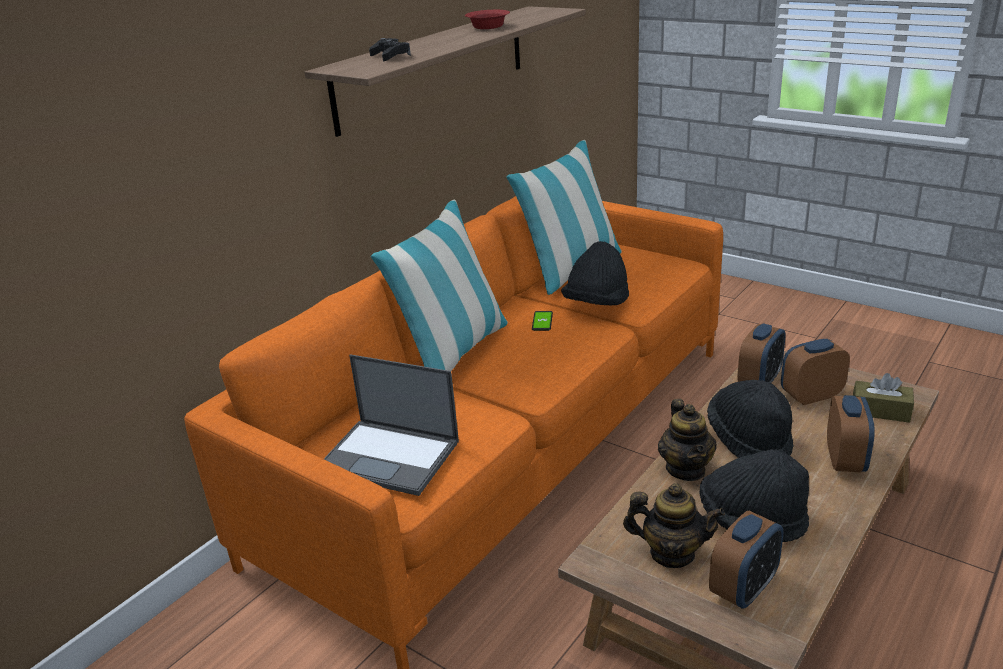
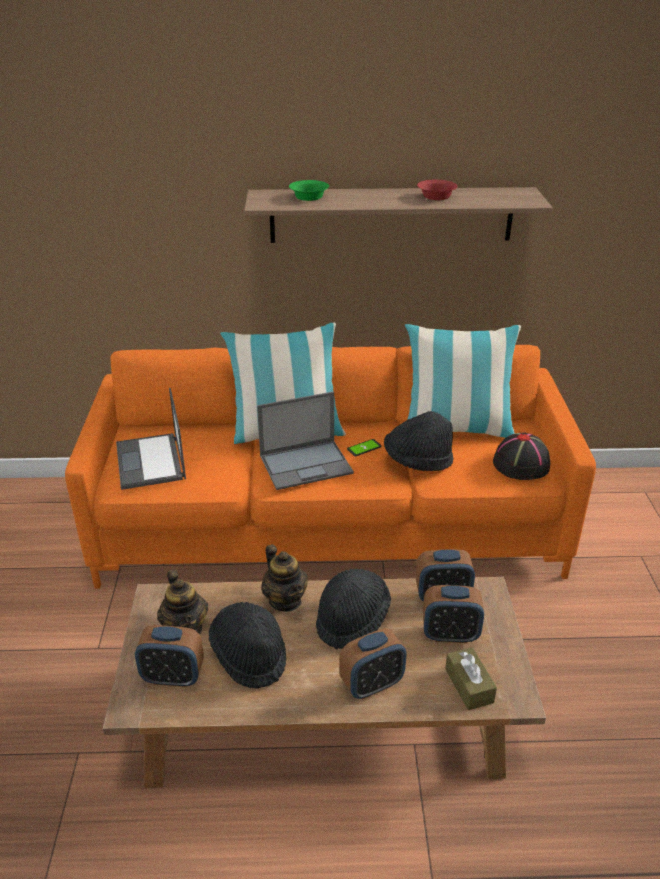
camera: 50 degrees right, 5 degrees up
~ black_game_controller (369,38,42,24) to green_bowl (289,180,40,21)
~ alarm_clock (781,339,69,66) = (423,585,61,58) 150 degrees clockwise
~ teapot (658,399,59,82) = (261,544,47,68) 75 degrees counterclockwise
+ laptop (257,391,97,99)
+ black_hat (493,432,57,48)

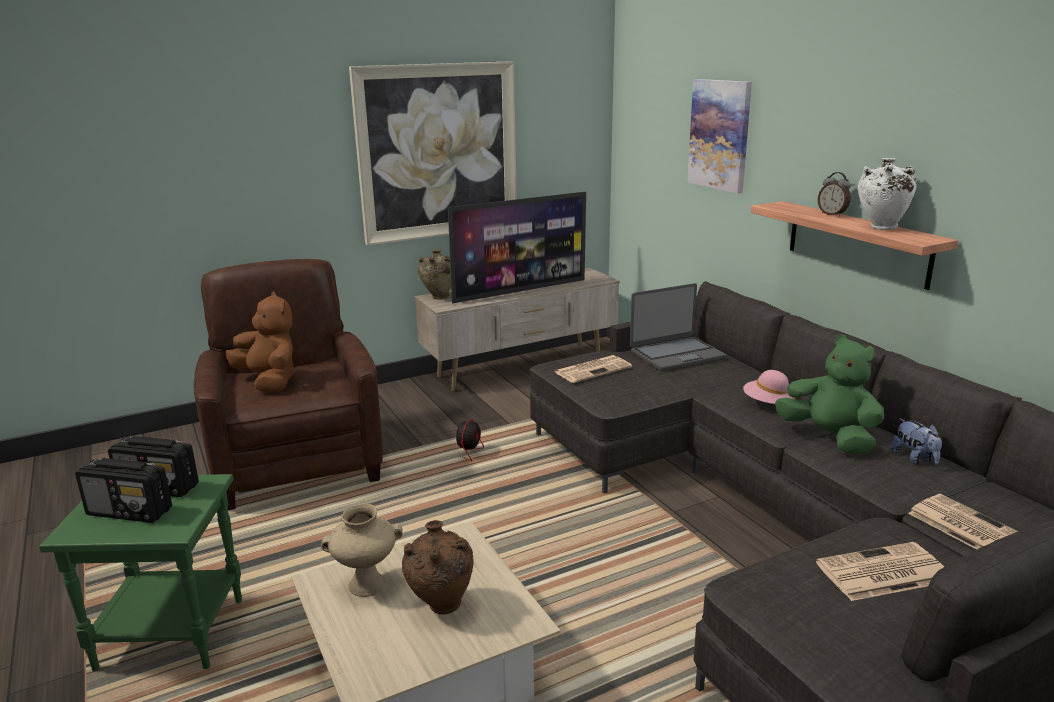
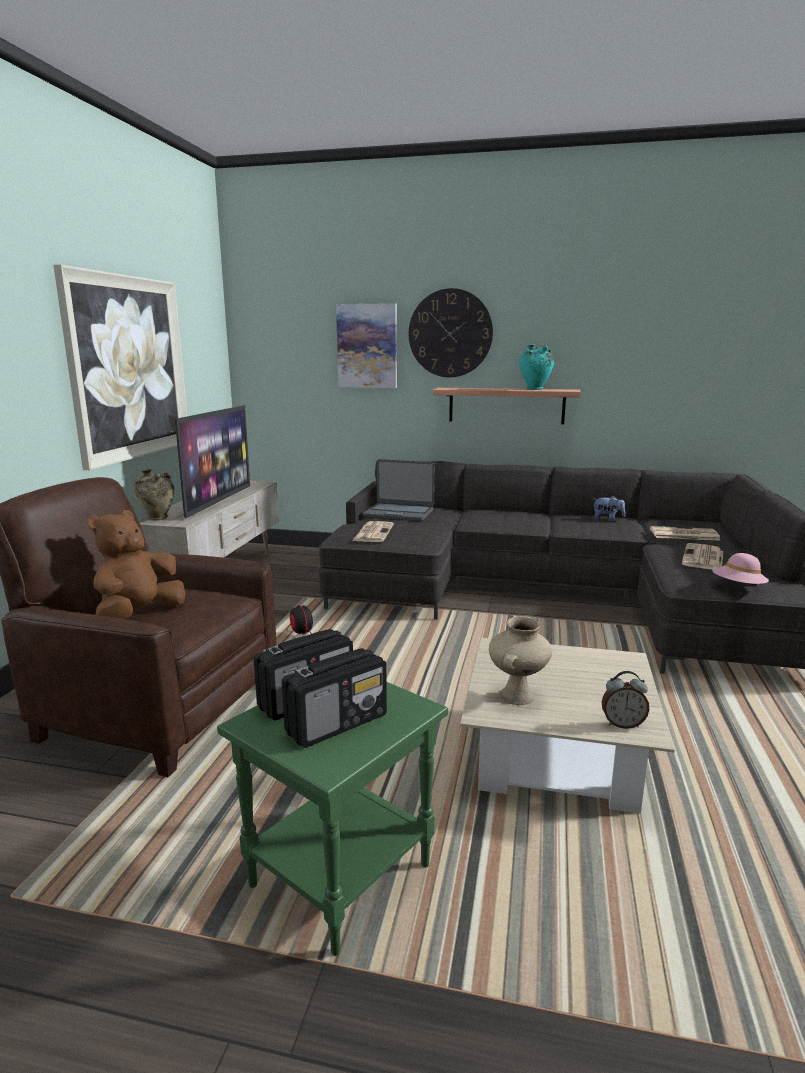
camera: 50 degrees left, 5 degrees down
~ white_vase (858,158,59,72) to turquoise_vase (519,344,35,46)
~ alarm_clock (818,172,33,45) to (602,671,47,58)
~ laptop (630,283,96,88) = (363,459,72,62) 90 degrees clockwise
~ brown_plush_toy (226,292,68,100) = (88,510,98,110) 60 degrees counterclockwise
- green_plush_toy (775,335,109,119)
~ pink_hat (743,370,52,34) to (712,553,57,32)
- brown_vase (402,520,71,94)
+ wall_clock (409,288,84,89)

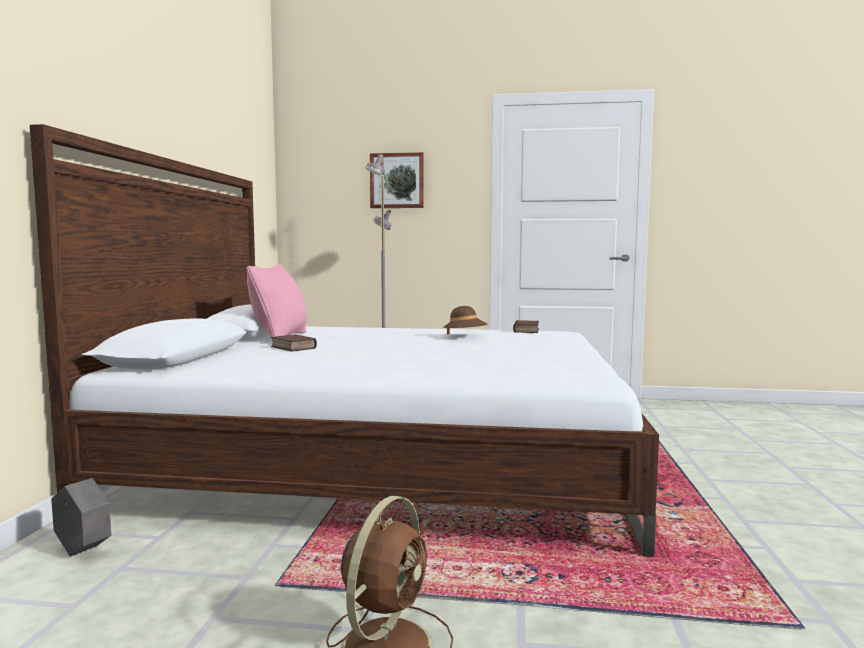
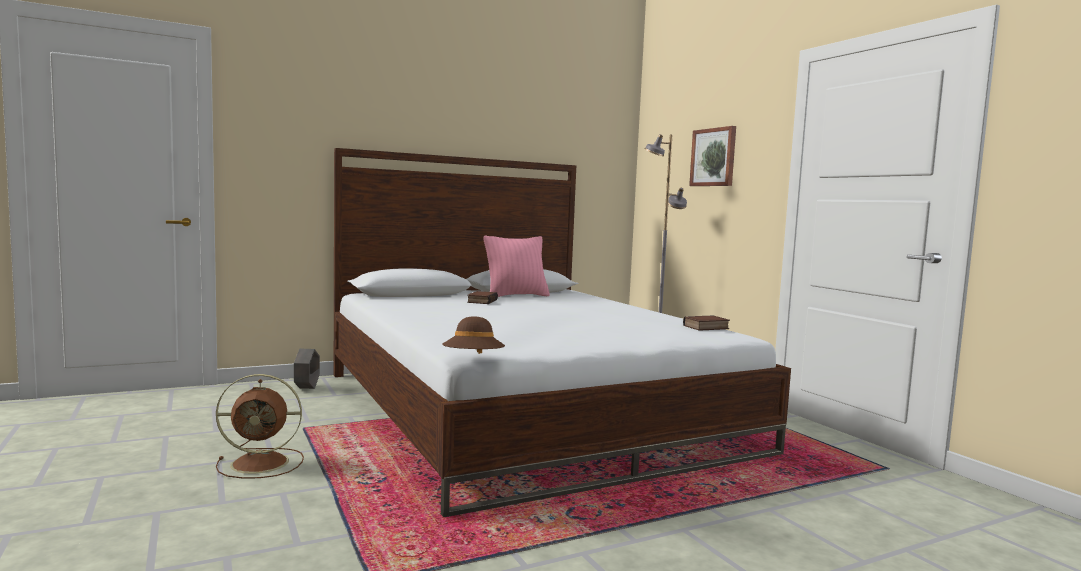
camera: 55 degrees right, 0 degrees up
~ brown_hat (444,306,43,29) to (442,316,63,38)

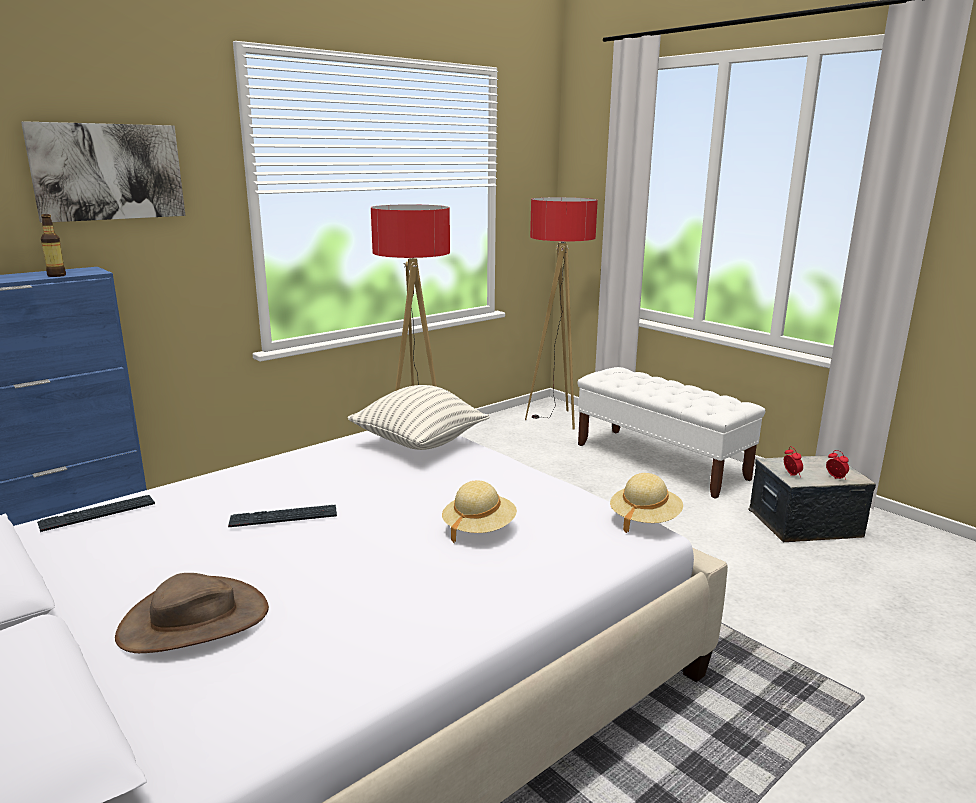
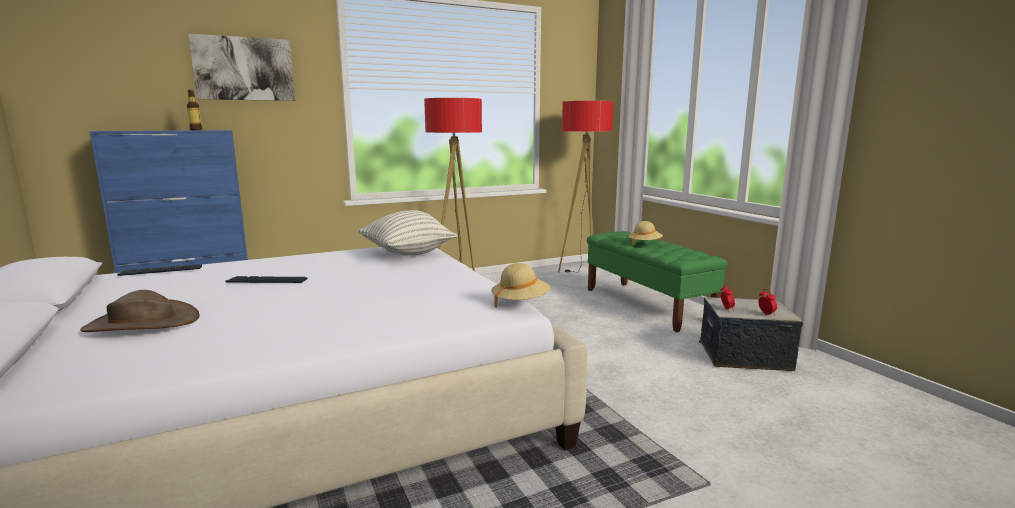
camera: 15 degrees right, 5 degrees down
~ white_bench (577,367,188,132) to green_bench (587,231,141,101)
~ beige_hat (442,480,75,63) to (628,221,35,25)

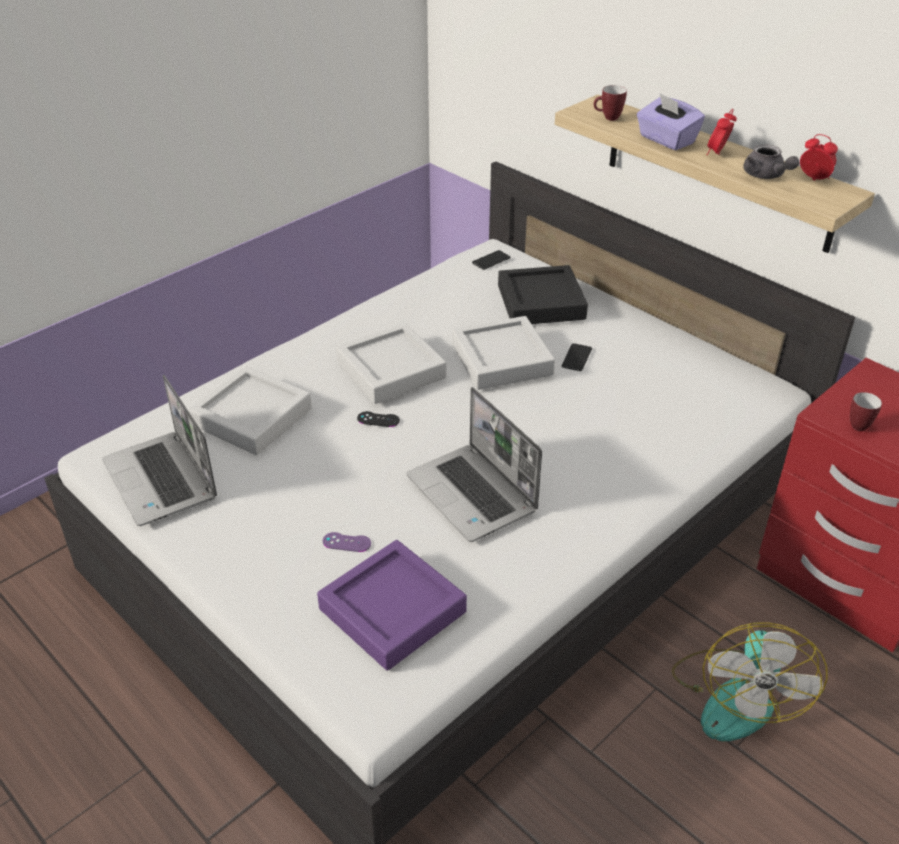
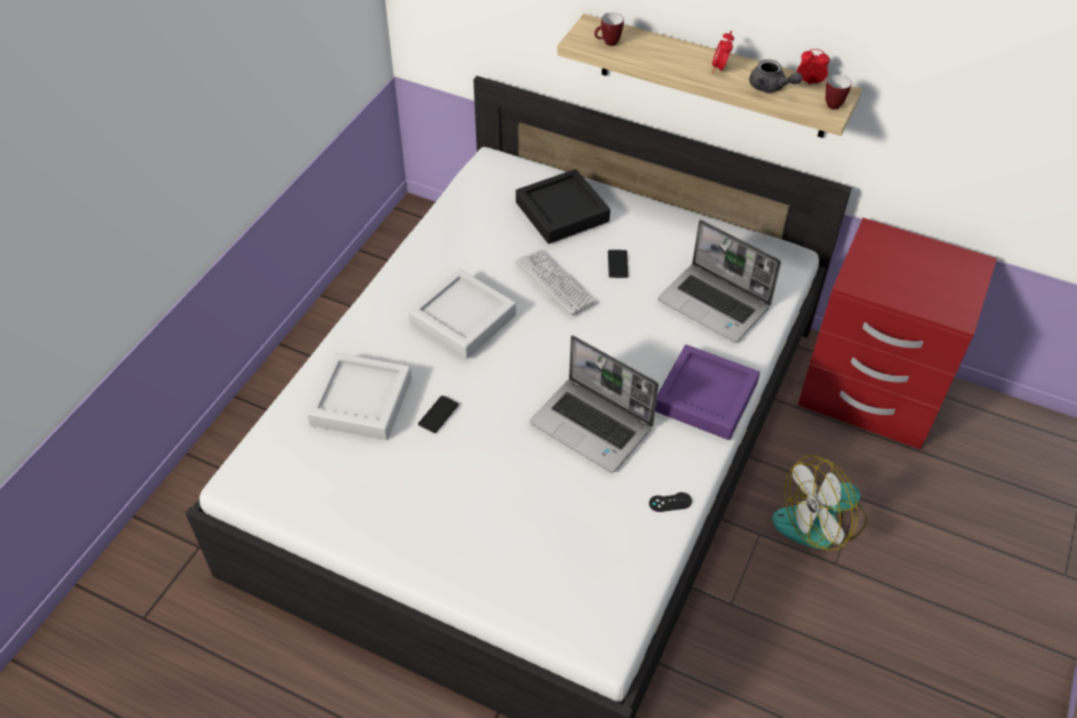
camera: 20 degrees left, 10 degrees up
- purple_tissue_box (637,93,68,57)
~ phone (472,250,39,20) to (418,396,41,37)
~ grey_tray (452,316,103,74) to keyboard (515,250,82,66)
~ laptop (102,374,115,152) to (658,220,123,123)
~ mug (850,392,32,39) to (825,75,27,35)
~ black_game_controller (357,411,43,16) to (649,492,43,20)
- purple_game_controller (323,532,48,20)
~ purple_tray (317,540,150,131) to (655,345,105,95)
~ fan (672,622,156,119) = (772,455,95,96) 75 degrees clockwise

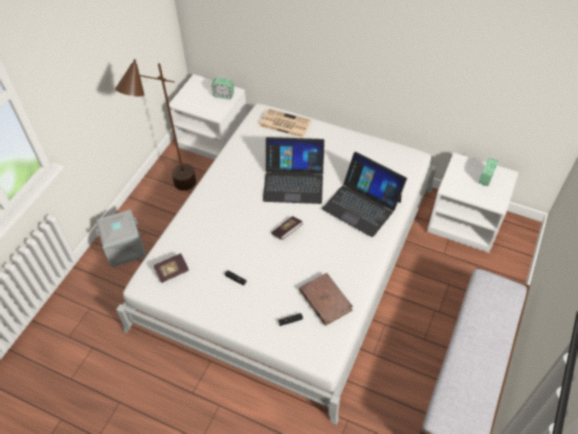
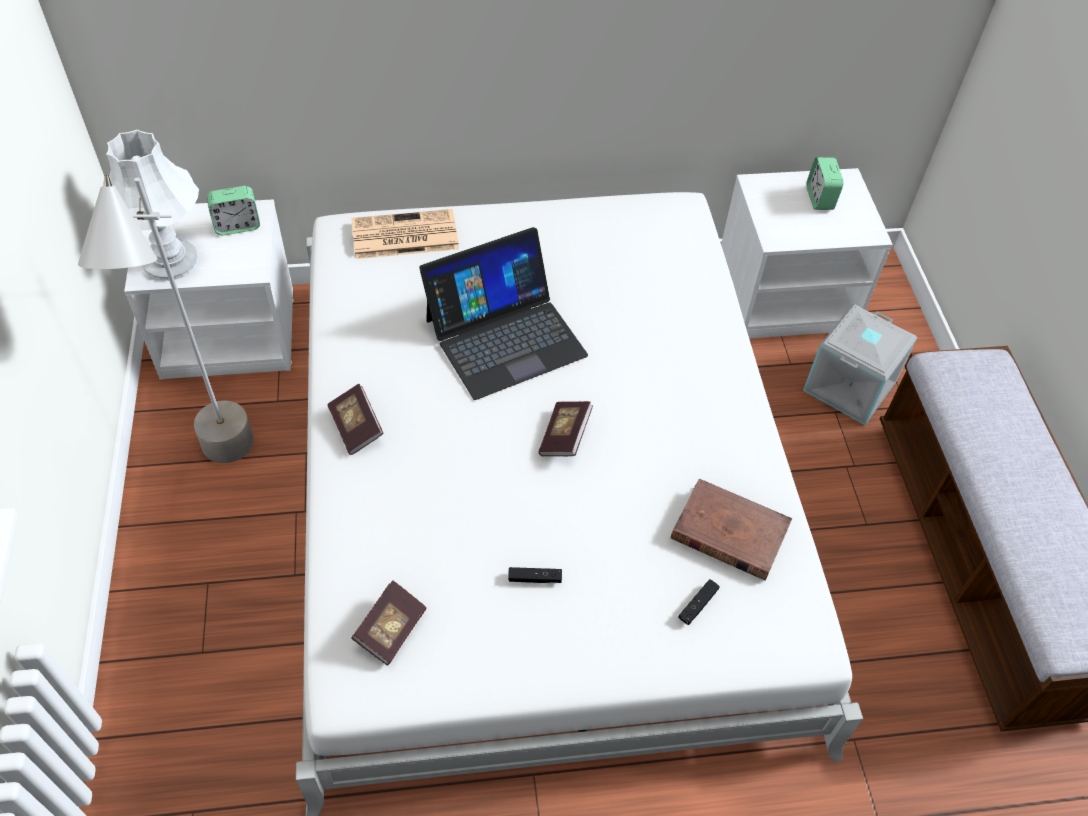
camera: 35 degrees left, 0 degrees up
~ brown_floor_lamp (115,59,81,132) to grey_floor_lamp (78,175,176,288)
- laptop (322,152,85,85)
~ grey_storage_box (95,209,51,58) to (803,304,114,121)
+ white_table_lamp (106,129,93,152)
+ book (328,384,56,71)

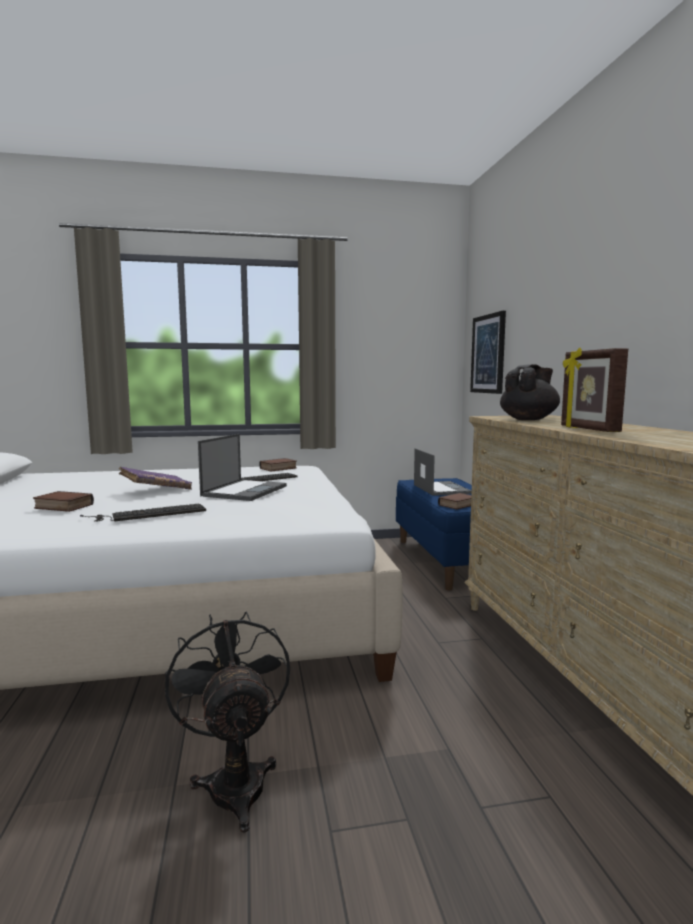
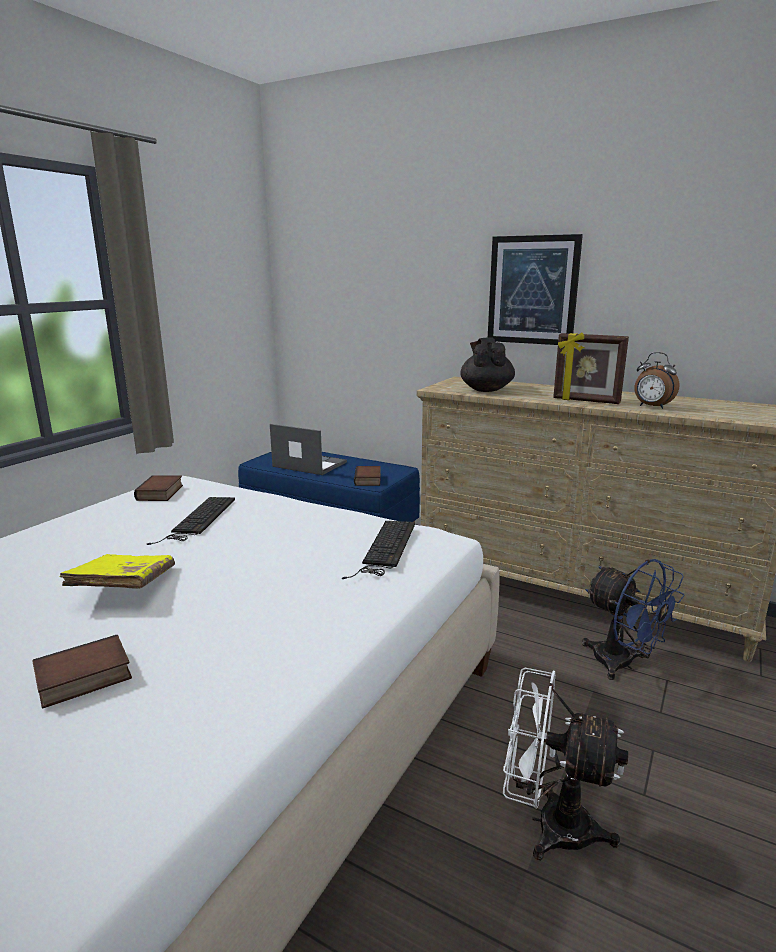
camera: 50 degrees left, 10 degrees up
~ picture (470,311,36,83) to (488,234,95,111)
- laptop (198,434,89,67)
~ purple_book (119,467,73,23) to yellow_book (60,554,115,35)
~ keyboard (80,504,126,17) to (342,521,73,58)
~ black_fan (165,611,125,222) to white_fan (503,668,125,192)
+ alarm_clock (634,352,45,57)
+ blue_fan (582,559,103,121)

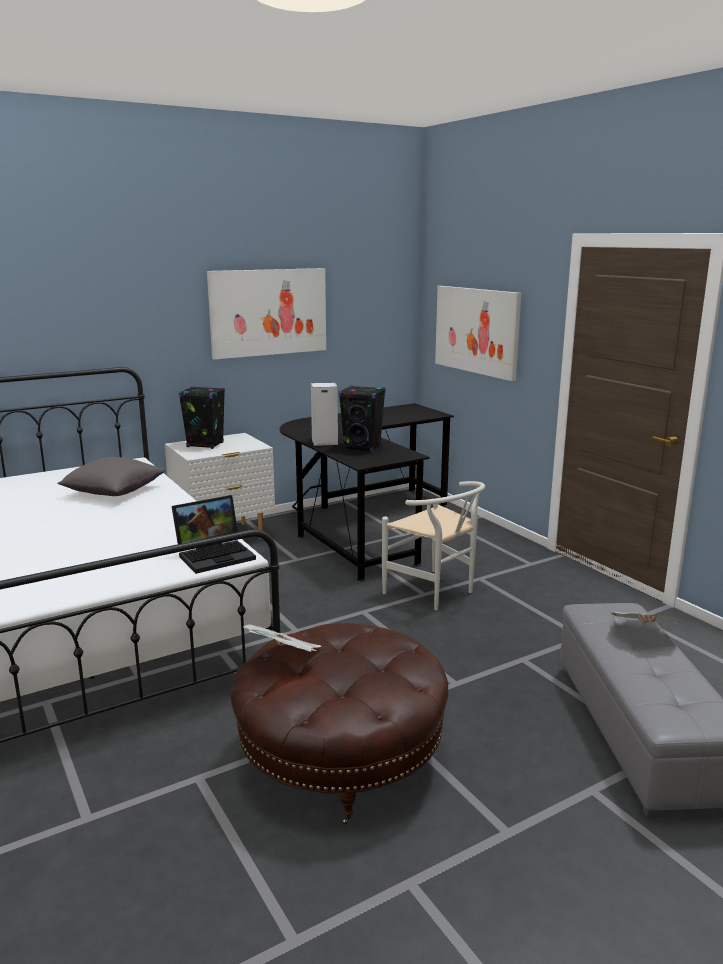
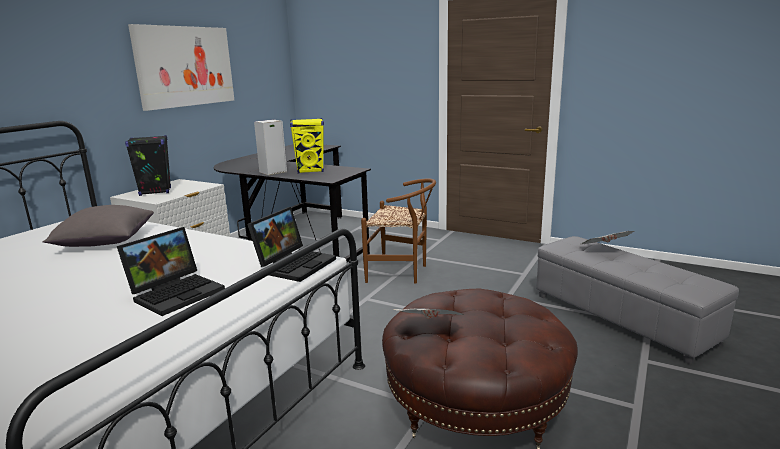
camera: 30 degrees left, 0 degrees up
- picture (435,286,86,95)
~ black_speaker (339,385,47,67) to yellow_speaker (290,118,34,56)
~ white_chair (382,481,103,129) to brown_chair (361,178,75,105)
+ laptop (117,227,108,89)

